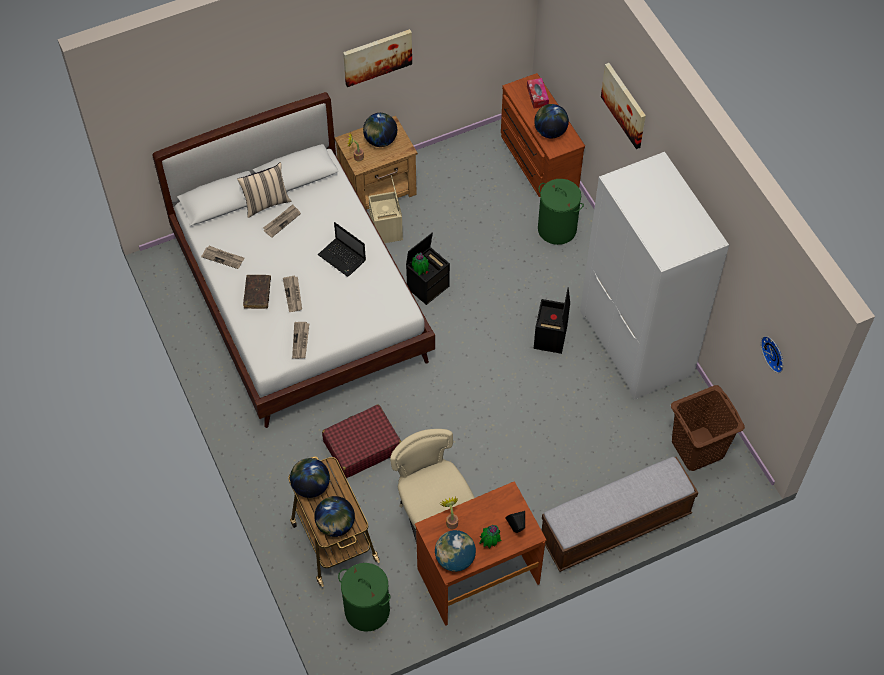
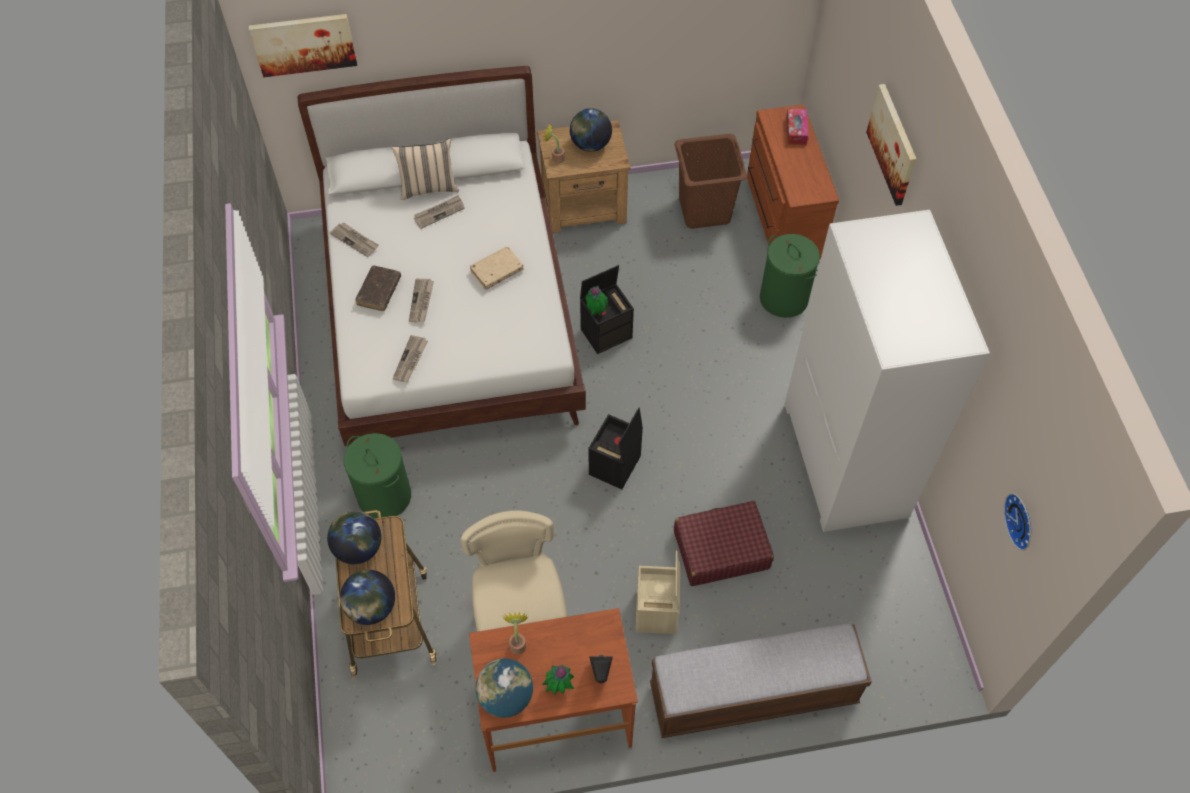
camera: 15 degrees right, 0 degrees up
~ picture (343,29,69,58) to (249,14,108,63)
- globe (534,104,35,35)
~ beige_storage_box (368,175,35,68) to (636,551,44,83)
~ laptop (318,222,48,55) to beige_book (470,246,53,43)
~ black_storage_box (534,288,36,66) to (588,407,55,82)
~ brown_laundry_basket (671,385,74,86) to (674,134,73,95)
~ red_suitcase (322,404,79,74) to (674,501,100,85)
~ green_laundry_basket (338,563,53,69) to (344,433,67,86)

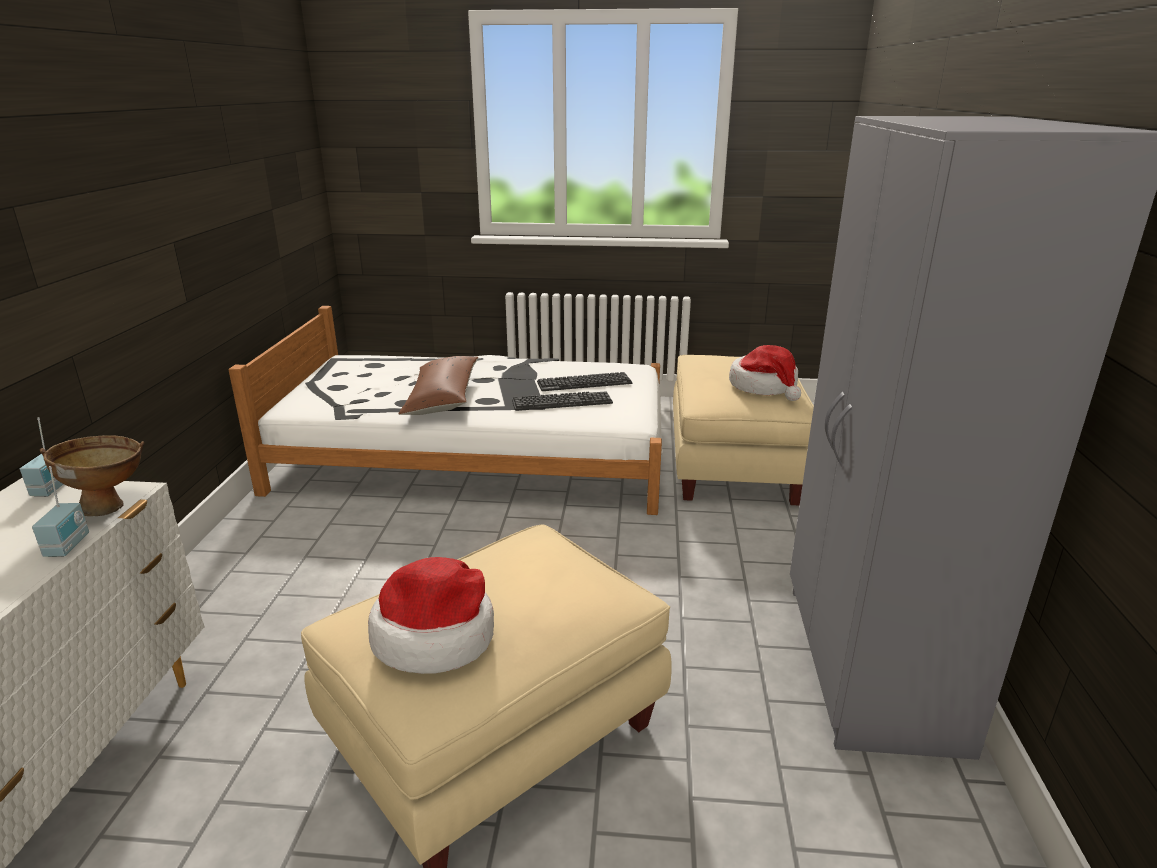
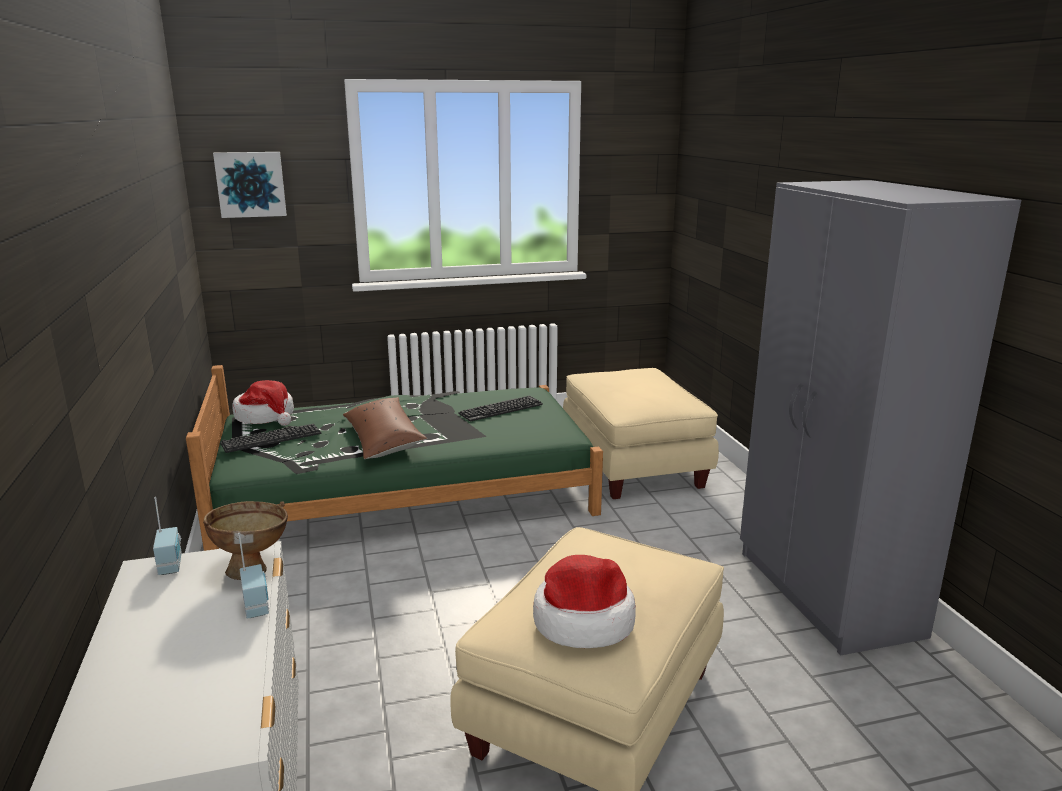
camera: 20 degrees left, 5 degrees down
~ white_bed (228,306,435,209) to green_bed (186,365,417,186)
~ hat (729,345,72,56) to (232,380,62,46)
~ keyboard (512,391,101,20) to (220,424,101,29)
+ picture (213,152,74,66)

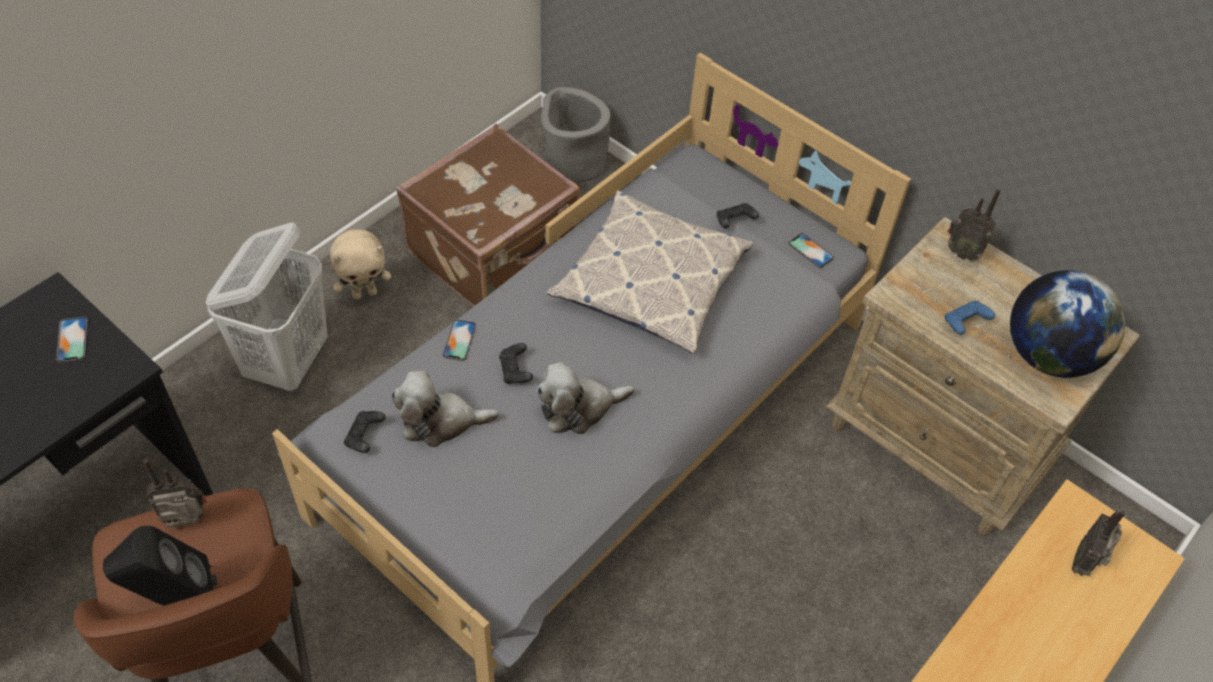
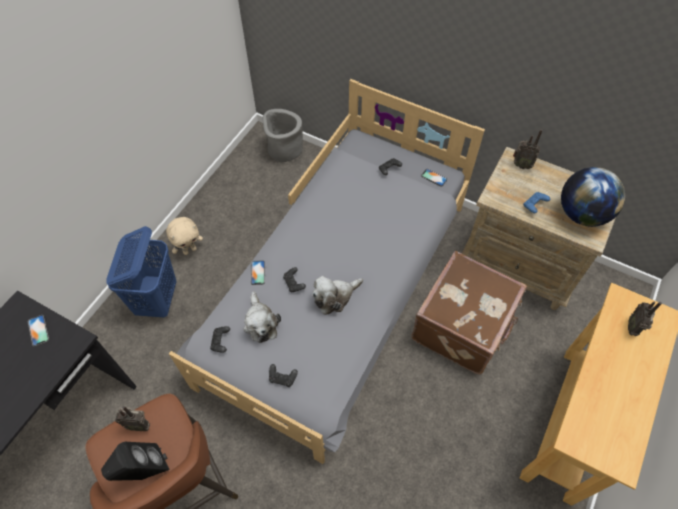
camera: 10 degrees left, 5 degrees up
~ brown_suitcase (396,124,184,183) to (411,251,116,124)
- pillow (546,191,208,163)
~ white_laundry_basket (206,223,121,168) to blue_laundry_basket (106,226,71,92)
~ plush_toy (392,371,107,76) = (243,291,38,52) 90 degrees counterclockwise
~ radio (143,459,64,69) = (115,406,35,25) 150 degrees counterclockwise
+ black_game_controller (269,364,29,23)

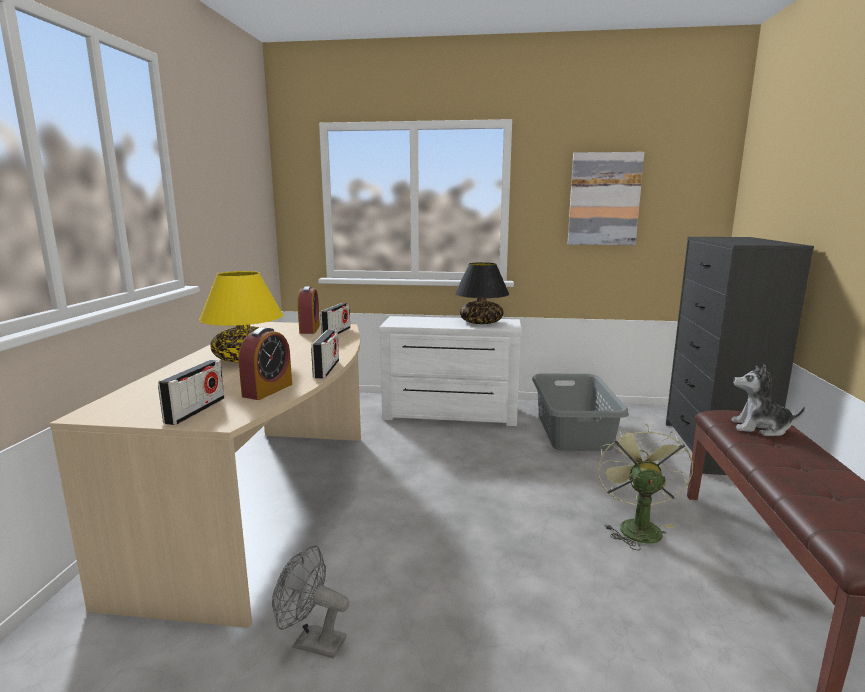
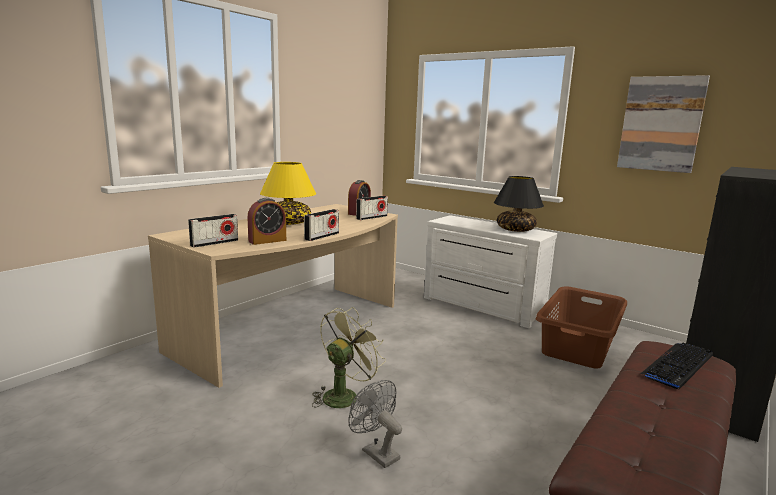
camera: 30 degrees right, 0 degrees up
~ plush_toy (731,364,74,72) to keyboard (641,343,72,47)
~ grey_laundry_basket (532,373,97,78) to brown_laundry_basket (536,286,91,82)
~ green_fan (598,423,95,127) to (312,307,74,101)
~ grey_fan (272,545,77,114) to (348,380,54,88)

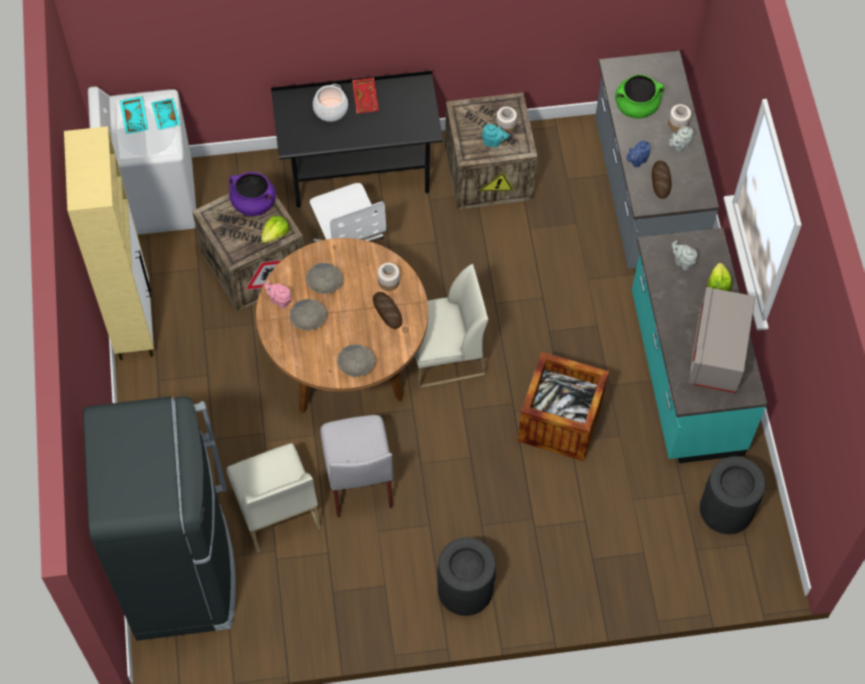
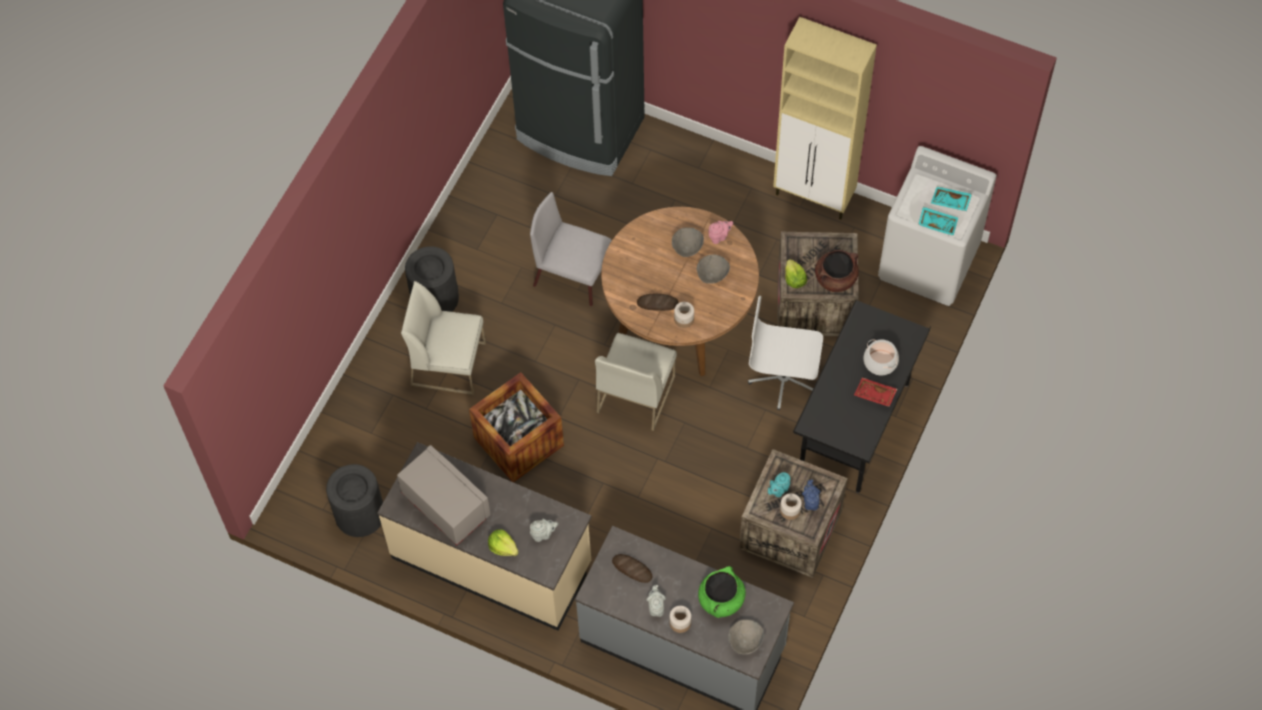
camera: 125 degrees right, 0 degrees up
~ blue_teapot (626,141,25,26) to (802,480,19,30)
~ purple_cooking_pot (229,172,47,44) to brown_cooking_pot (815,250,44,42)
~ turquoise_counter (632,228,135,235) to beige_counter (377,442,215,189)
~ grey_bowl (337,345,39,32) to (728,619,37,35)
~ white_chair (226,443,95,110) to (401,281,85,114)

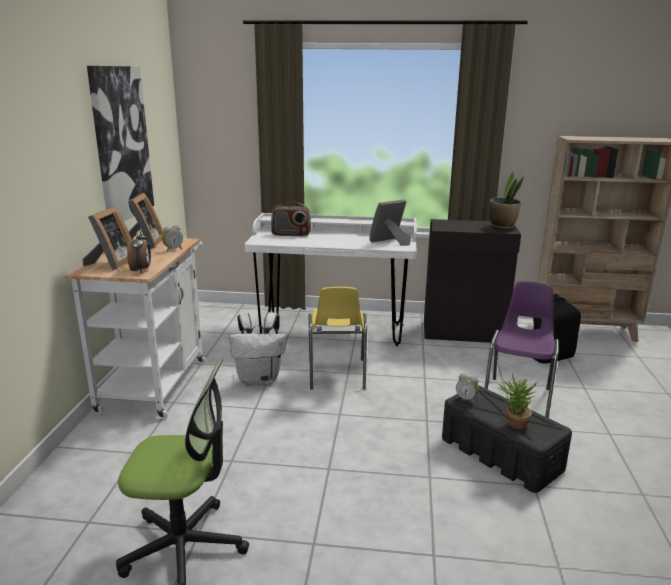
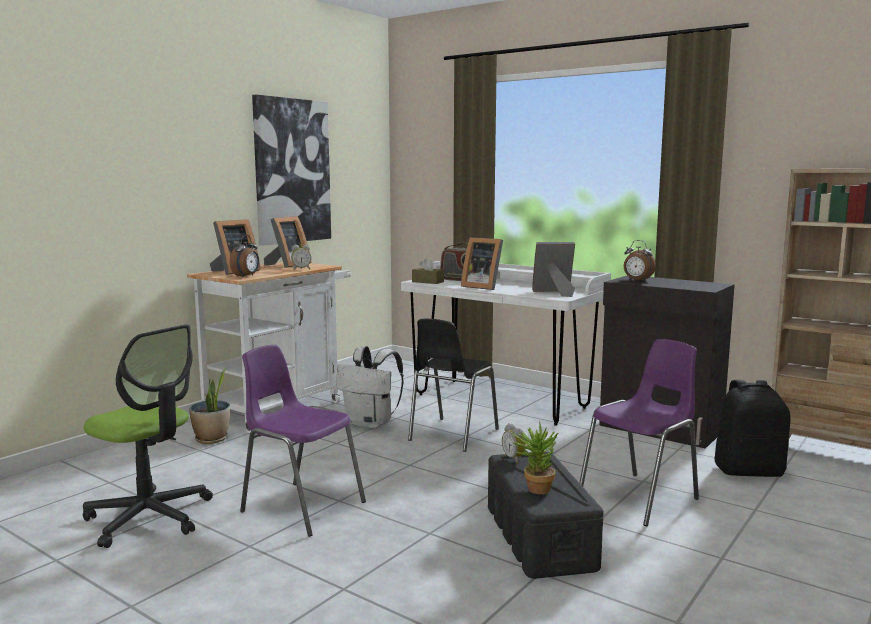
camera: 30 degrees right, 10 degrees down
~ potted_plant (489,170,35,60) to (189,368,41,76)
~ yellow_chair (308,287,59,102) to black_chair (408,319,91,133)
+ picture_frame (461,237,42,53)
+ alarm_clock (624,240,32,41)
+ brown_tissue_box (412,258,32,26)
+ purple_chair (240,345,126,192)

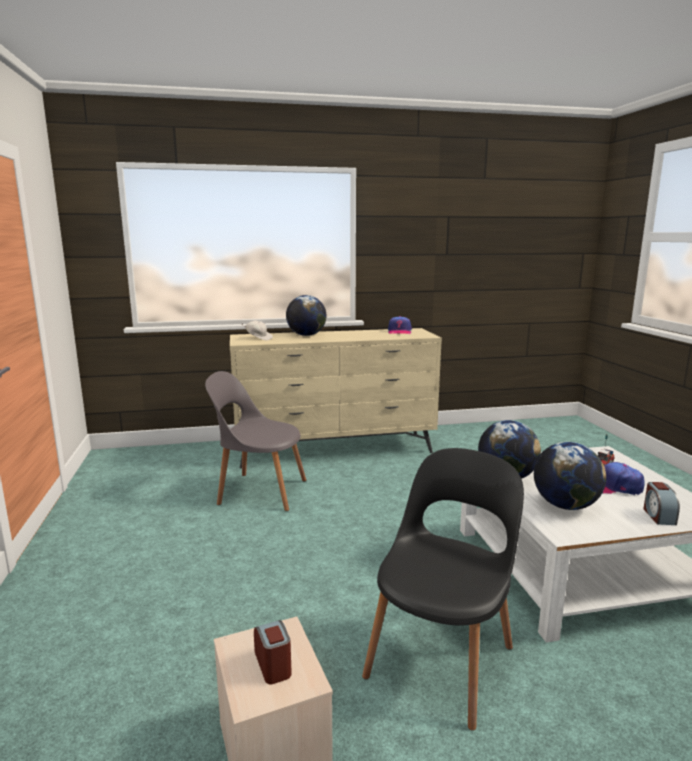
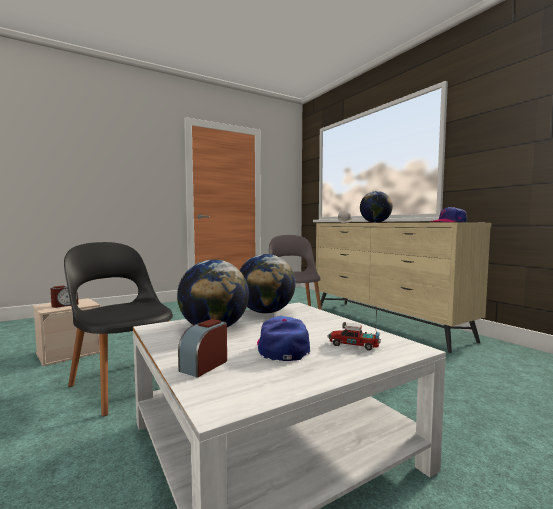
camera: 70 degrees right, 10 degrees down
~ black_chair (362,448,162,283) = (64,242,109,174) 150 degrees counterclockwise
~ alarm_clock (644,482,36,43) = (178,319,49,59) 45 degrees counterclockwise

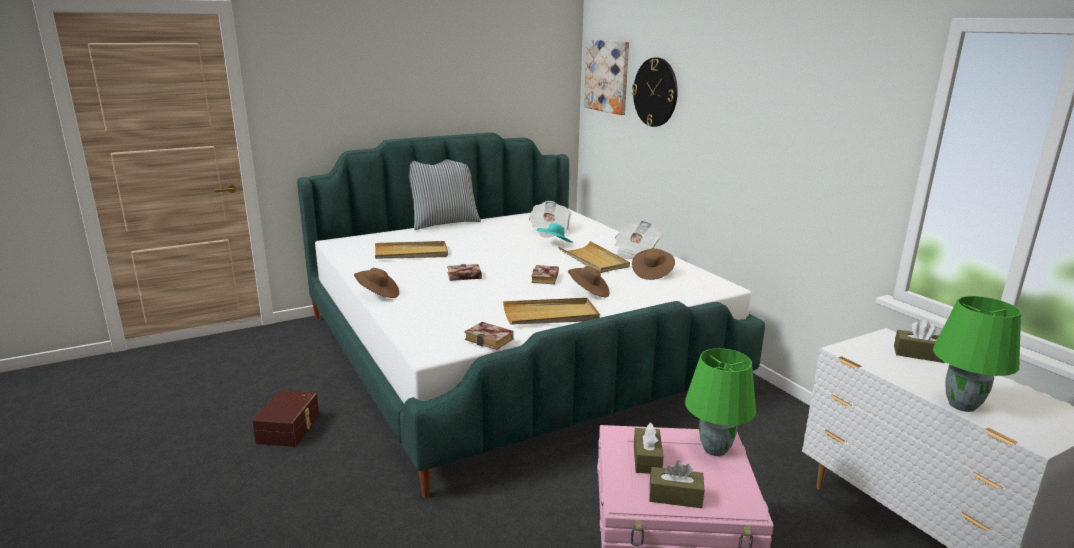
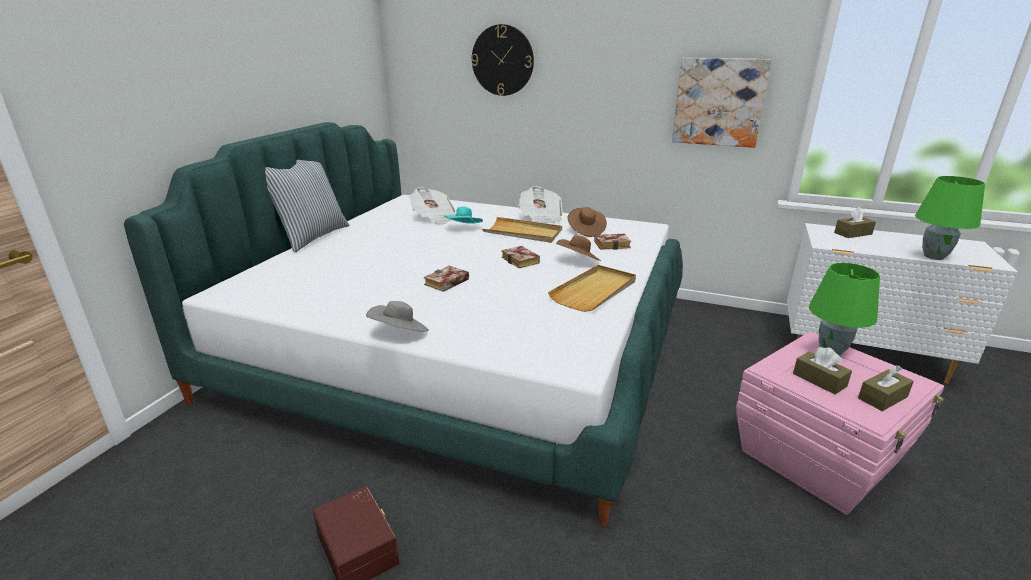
camera: 40 degrees left, 5 degrees up
~ picture (584,39,45,76) to (672,58,99,90)
- beige_tray (375,241,73,18)
~ brown_hat (354,268,45,30) to grey_hat (366,301,63,31)
~ book (465,322,48,28) to (594,234,37,16)

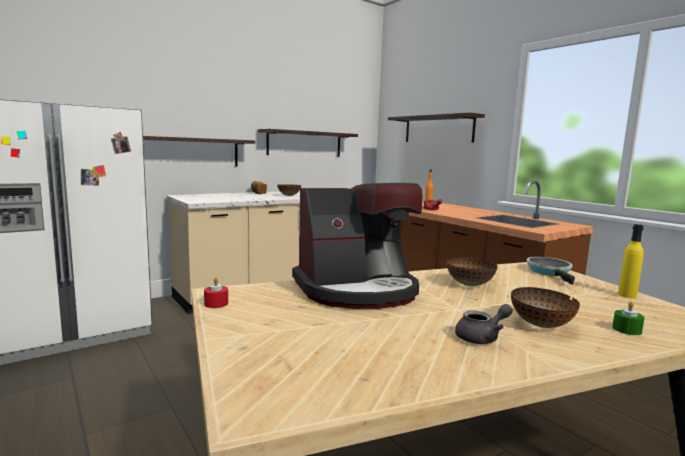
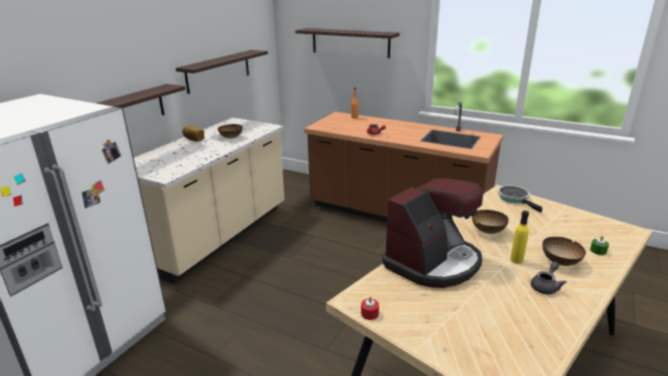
camera: 25 degrees left, 15 degrees up
~ yellow_bottle (618,224,26,74) to (510,211,19,53)

